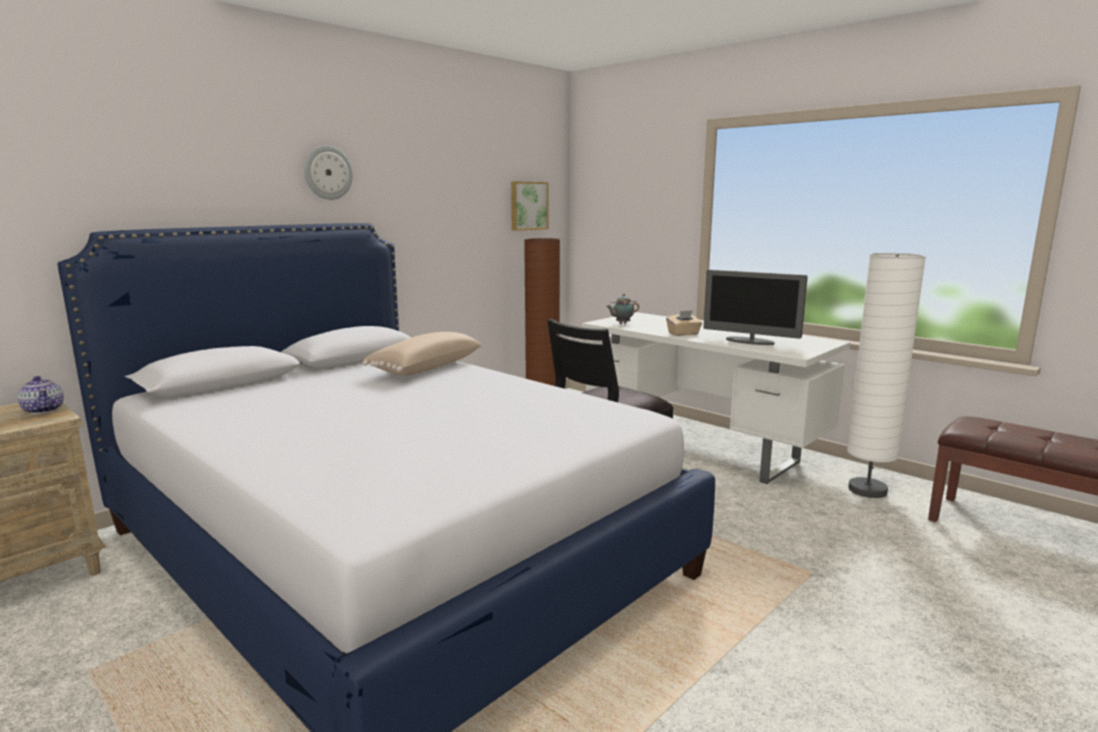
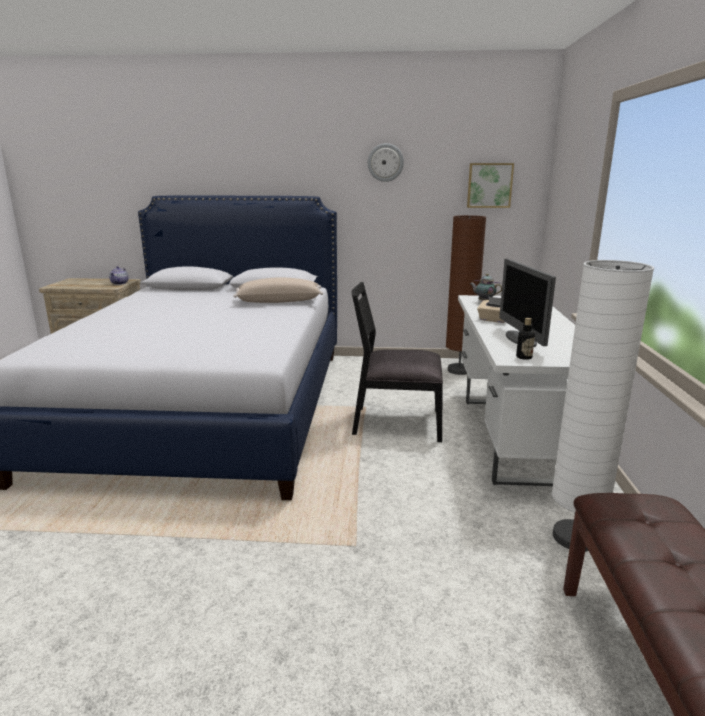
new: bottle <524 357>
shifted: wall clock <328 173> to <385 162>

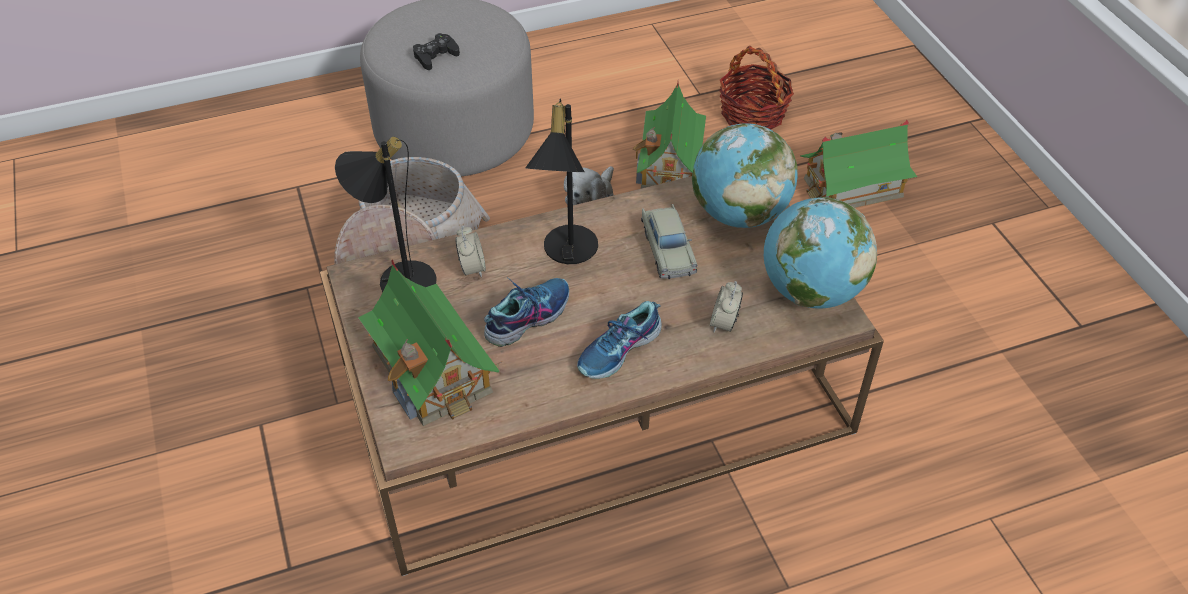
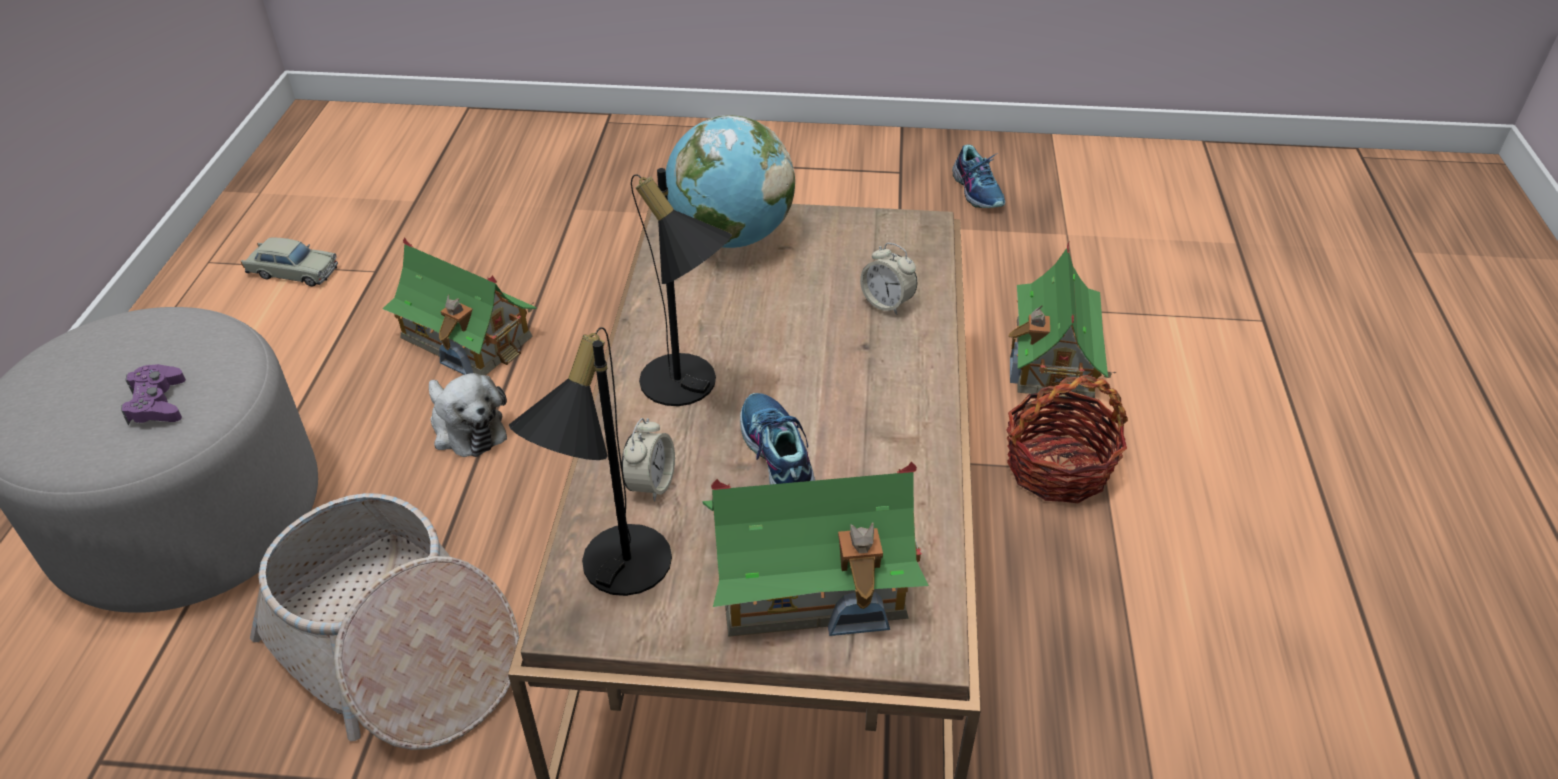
gone: globe <810 291>
shifted: shoe <620 351> to <978 190>; beige toy car <667 249> to <293 272>; basket <752 114> to <1057 468>; toy house <852 187> to <1054 358>
repainted: black game controller <435 56> to purple game controller <157 403>
rotated: alarm clock <472 268> = <651 484> 90 degrees clockwise

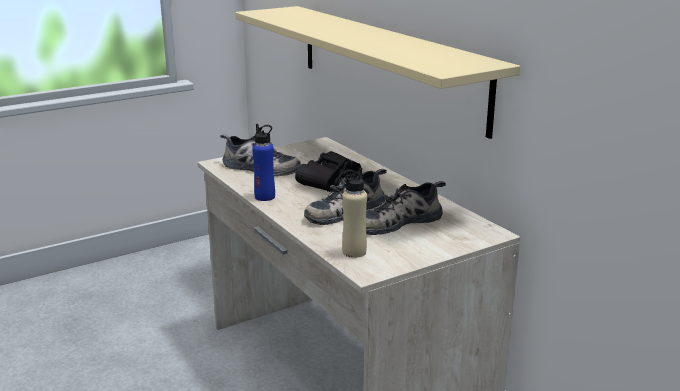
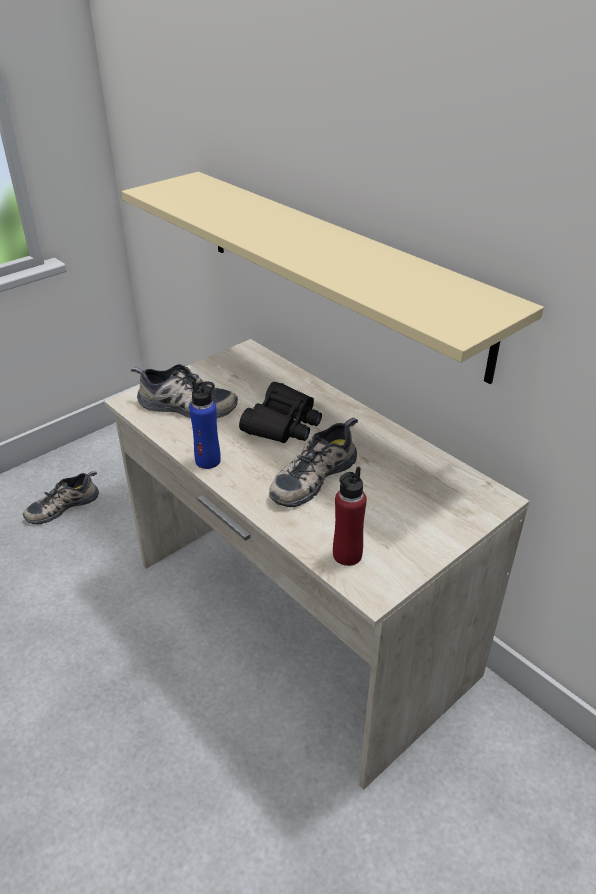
shifted: shoe <398 221> to <63 505>
repainted: beige bottle <354 252> to red bottle <347 555>

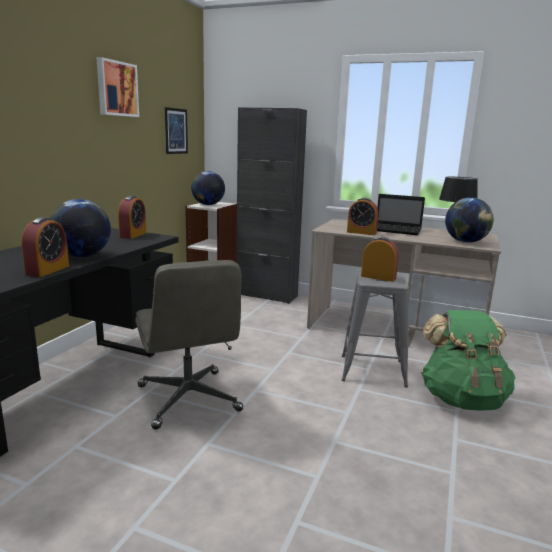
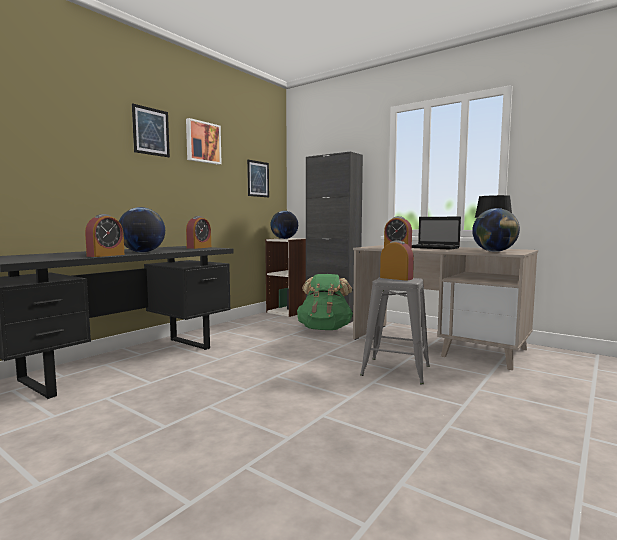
gone: grey office chair <189 399>
new: picture <151 131>
shifted: green backpack <462 399> to <325 329>

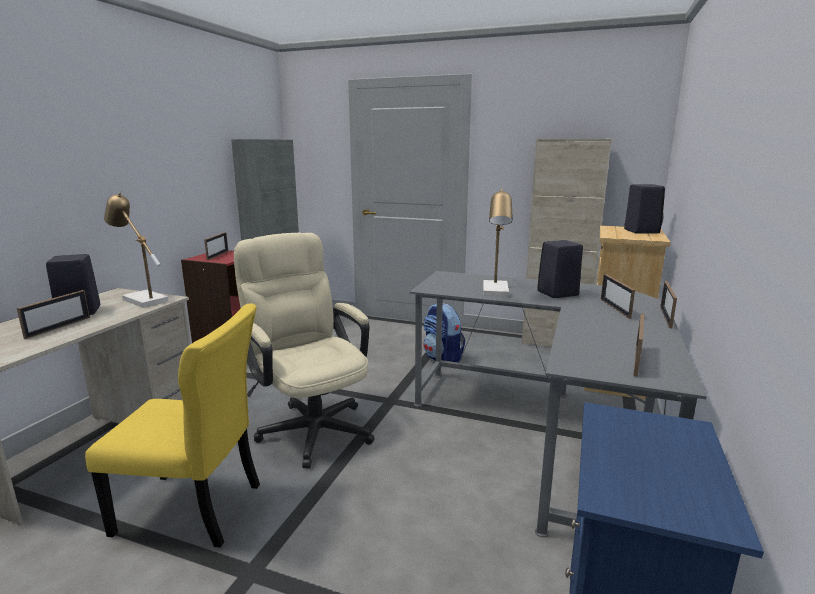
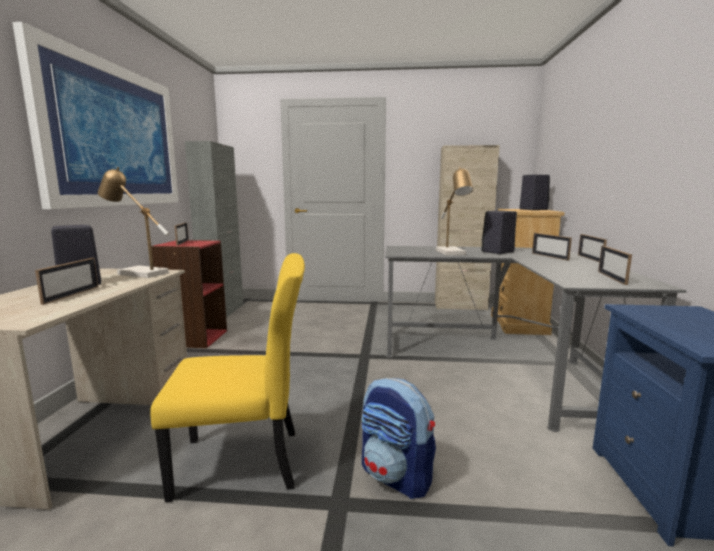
gone: beige office chair <311 425>
new: picture <114 136>
shifted: backpack <443 359> to <396 476>

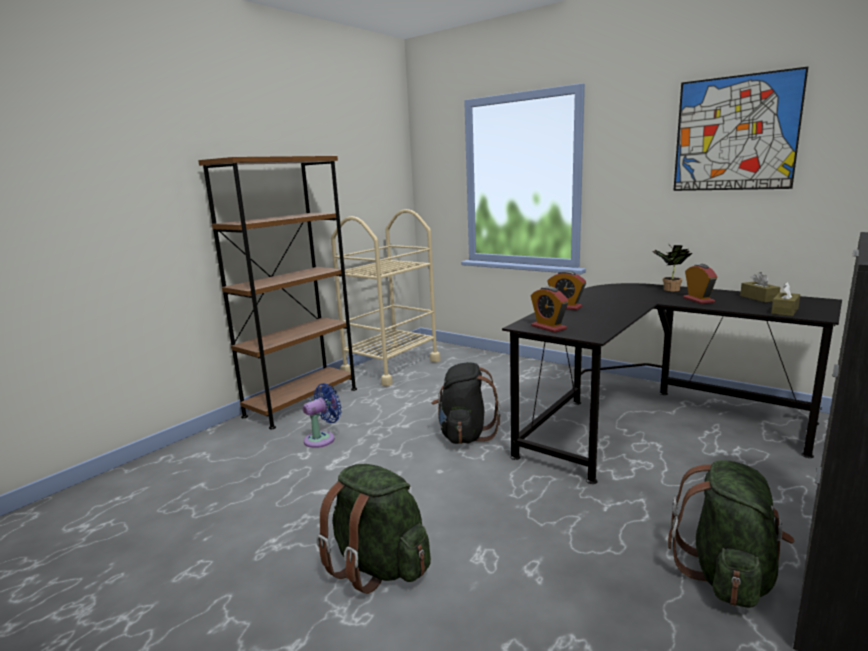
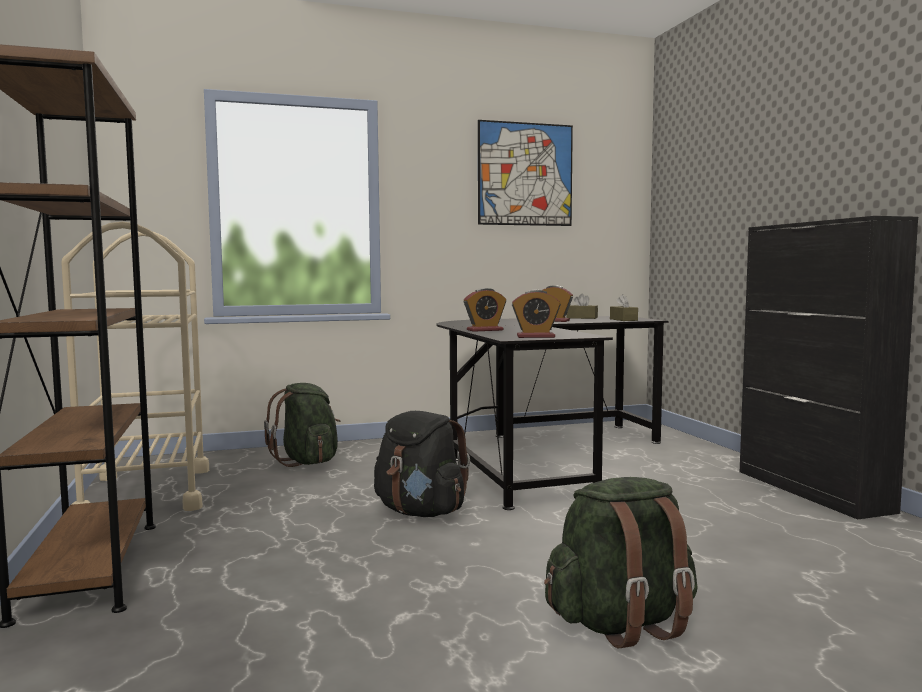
gone: blue fan <322 439>; potted plant <669 289>
shifted: green backpack <727 575> to <307 462>

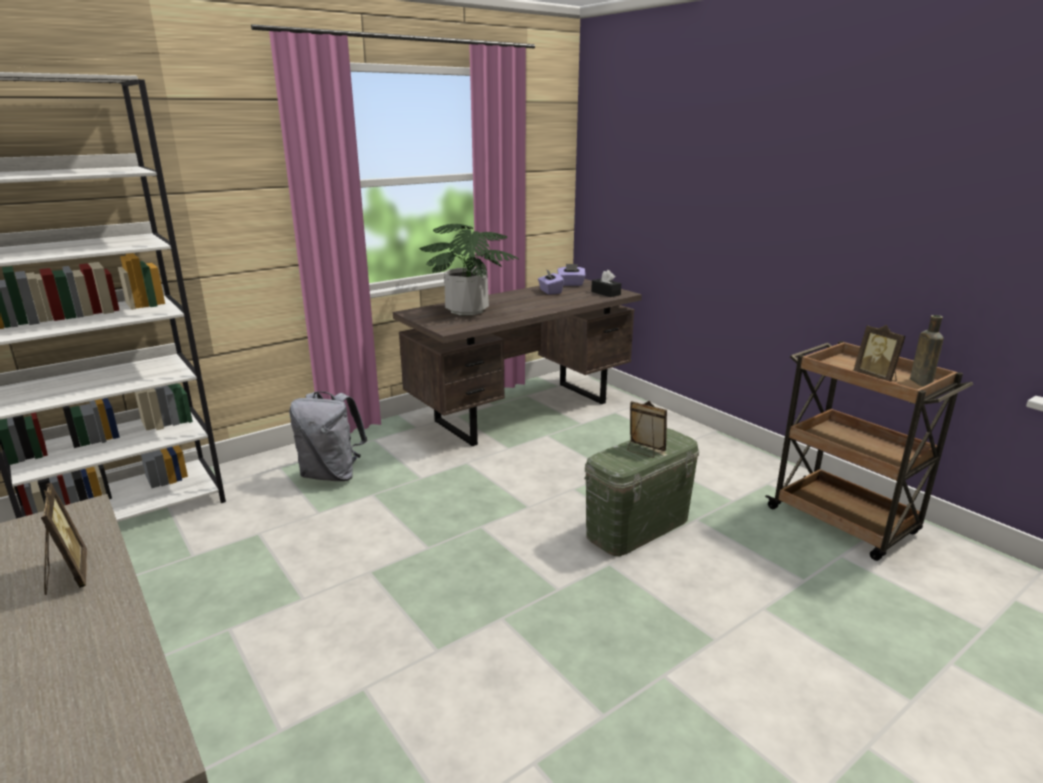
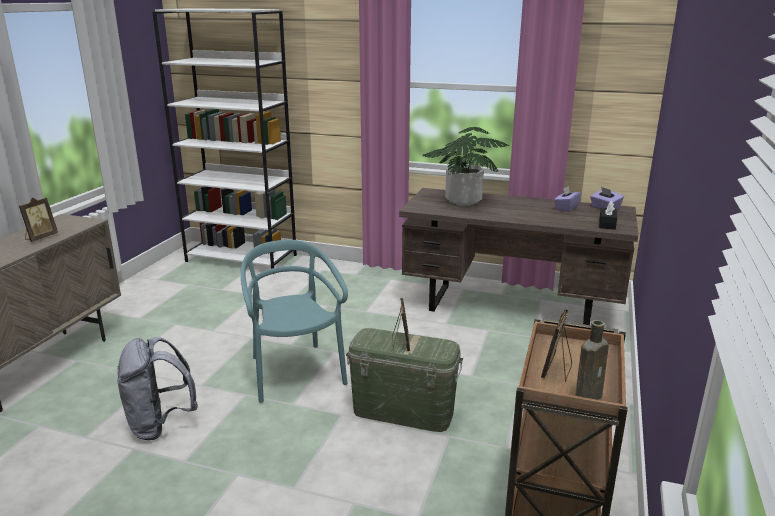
new: turquoise chair <295 372>
shifted: grey backpack <332 475> to <160 425>

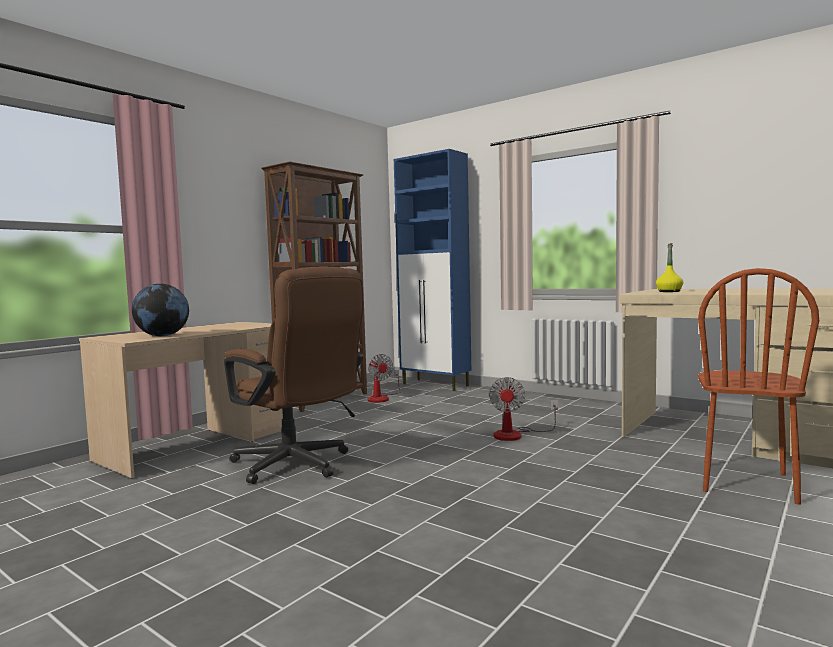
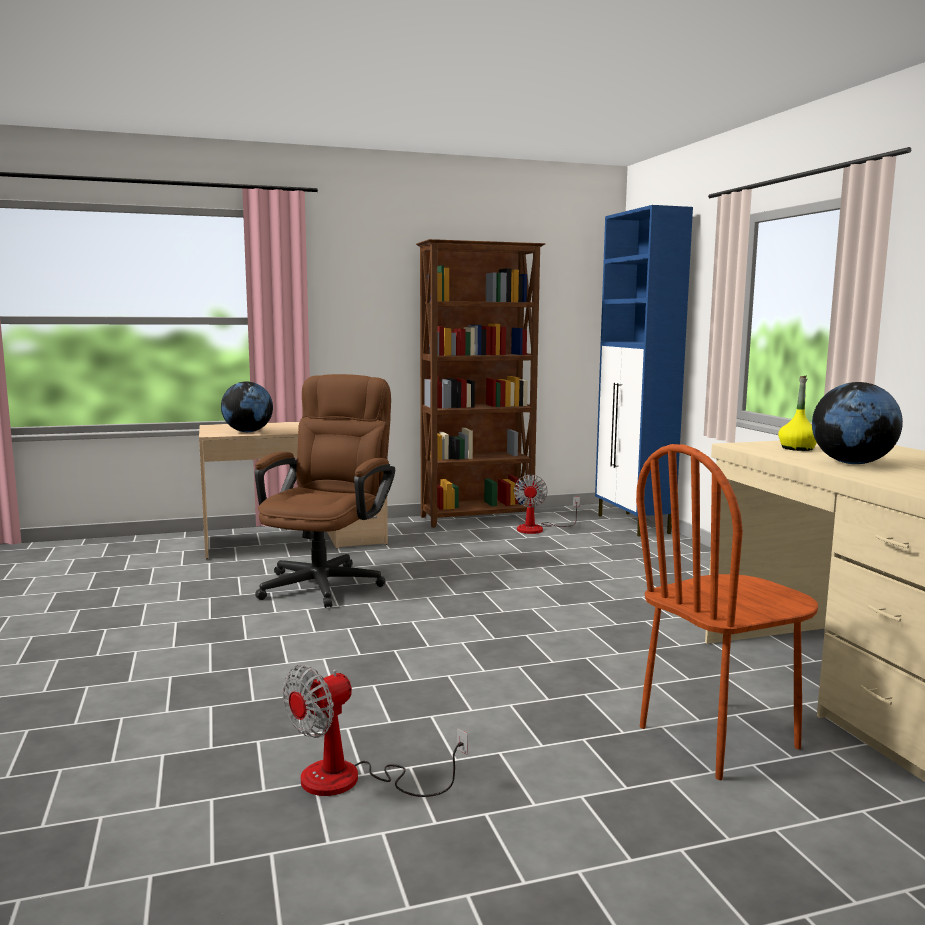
new: globe <852 463>
shifted: fan <516 434> to <351 781>
rotated: brown office chair <297 466> = <327 581> 150 degrees counterclockwise

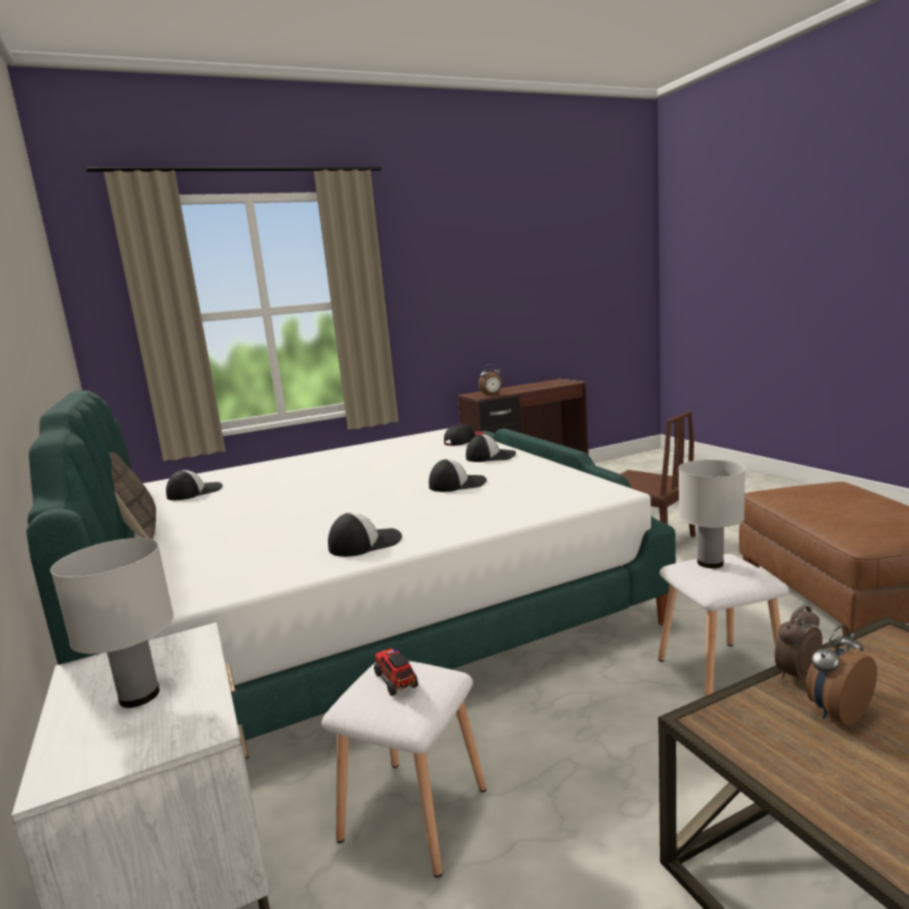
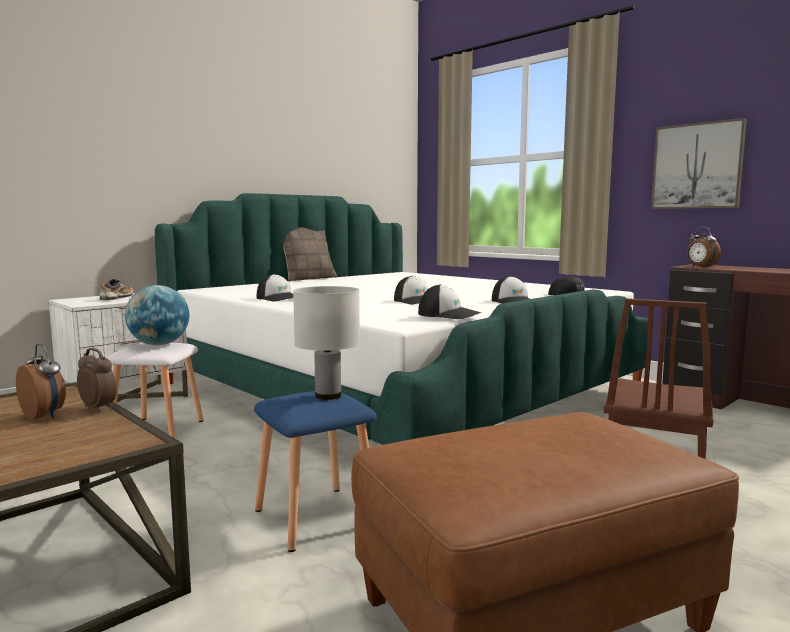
new: picture <697 166>
shifted: cap <195 492> to <449 314>
swapped: white table lamp <139 696> to shoe <116 298>; toy truck <395 680> to globe <159 344>
repainted: white stool <719 674> to blue stool <314 516>

